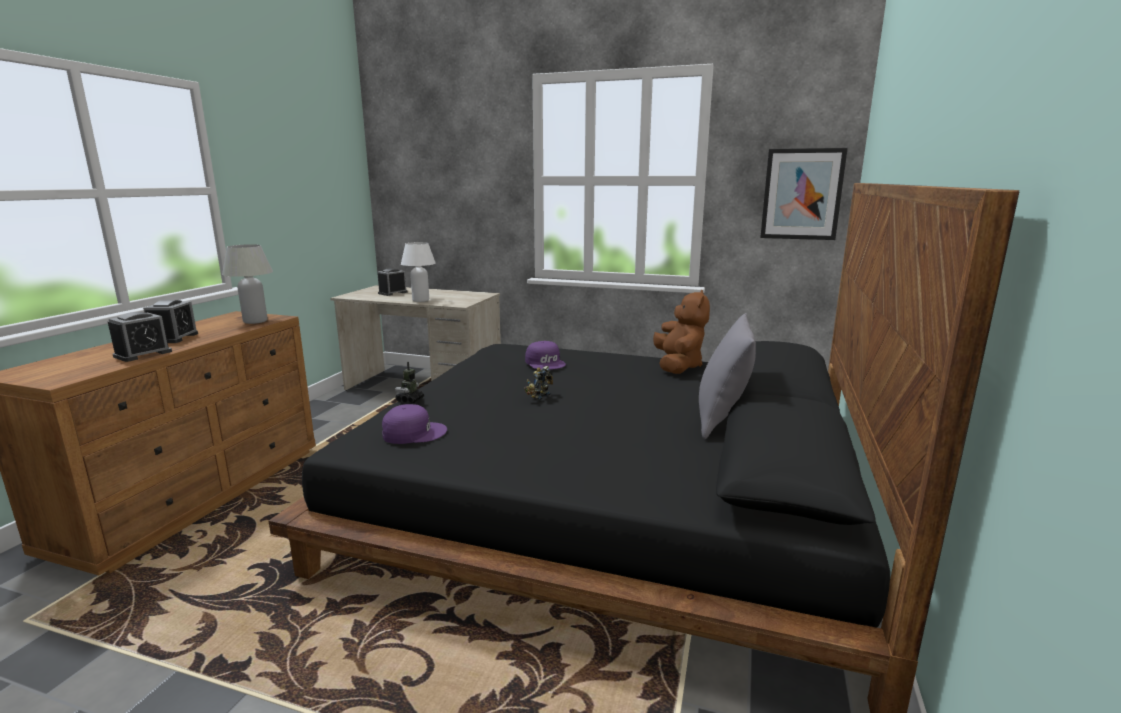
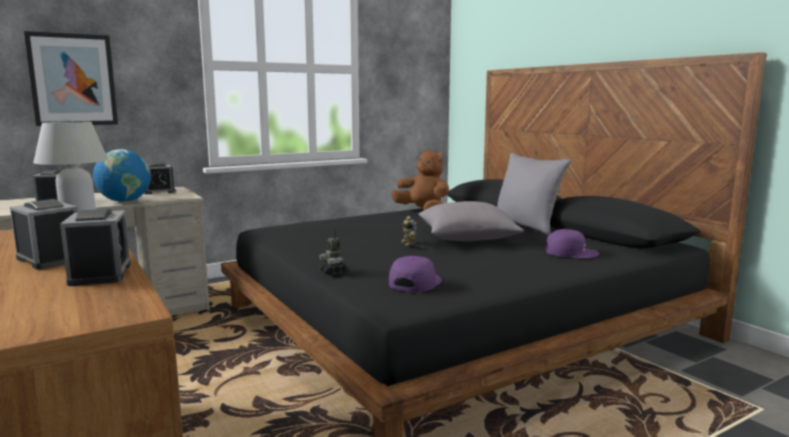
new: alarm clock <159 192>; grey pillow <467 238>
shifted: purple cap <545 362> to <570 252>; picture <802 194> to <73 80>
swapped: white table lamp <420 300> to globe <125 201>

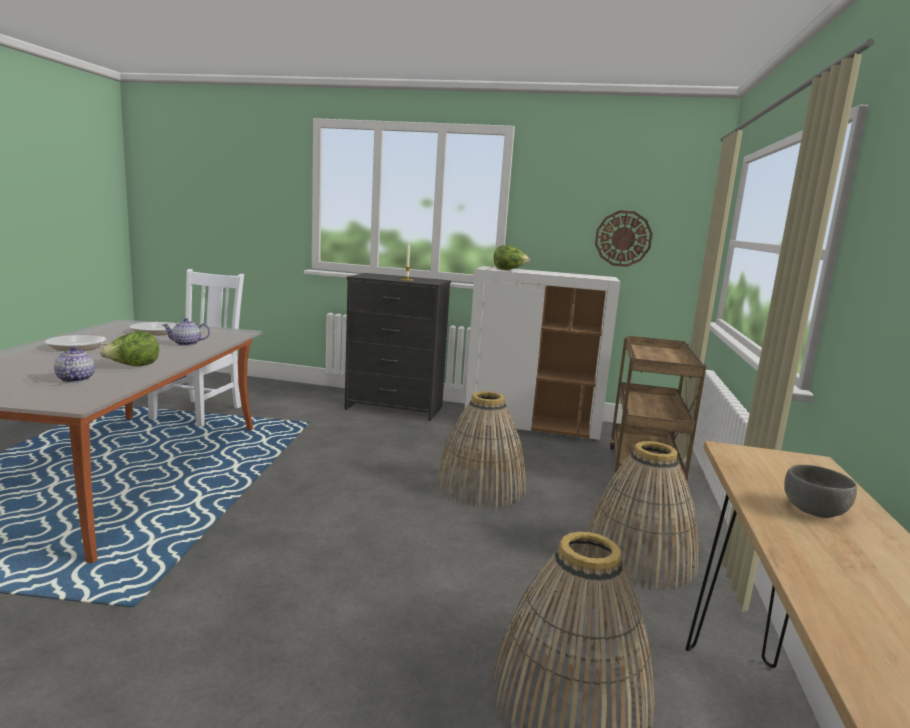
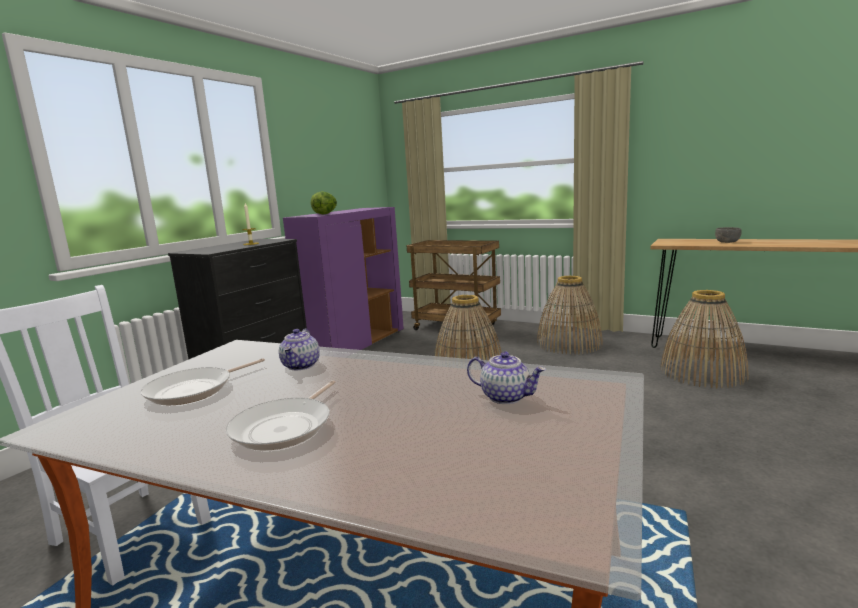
gone: lettuce <133 366>; wall clock <623 238>
repainted: white cabinet <532 426> to purple cabinet <355 345>
rotated: teapot <75 379> = <506 397> 150 degrees counterclockwise

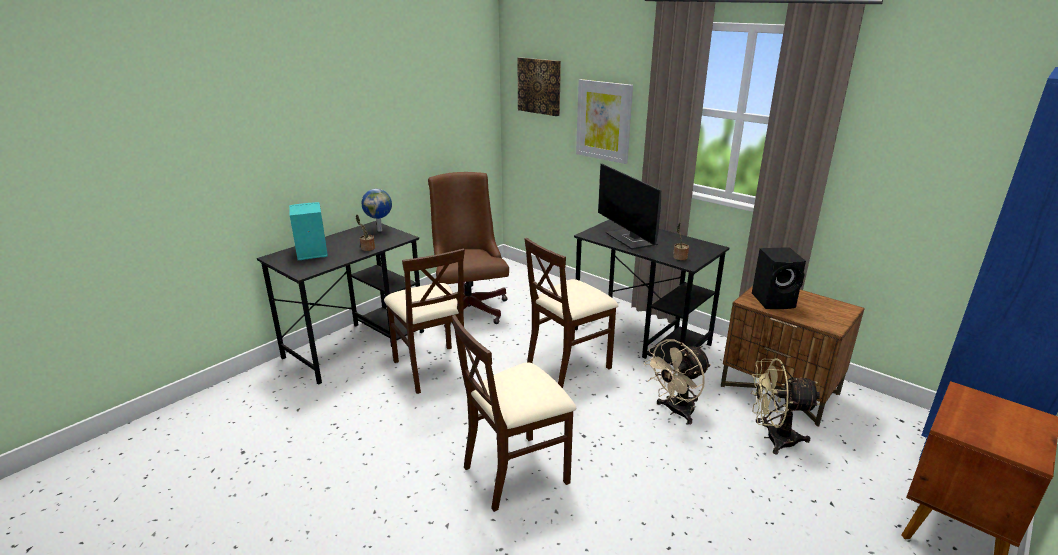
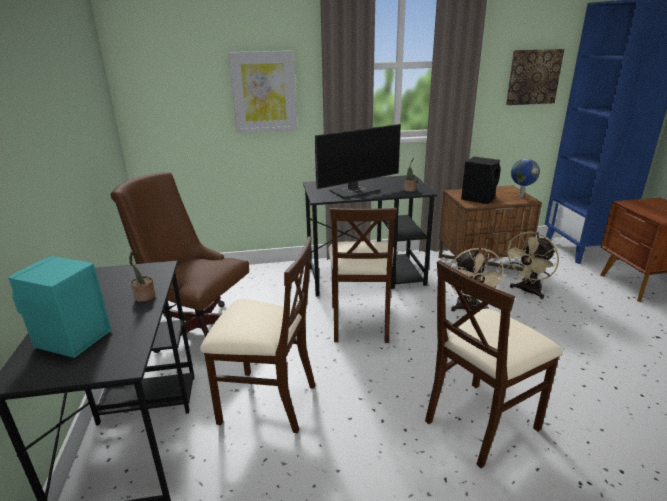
shifted: globe <380 230> to <520 196>; picture <539 86> to <533 77>
rotated: beige chair <516 472> = <481 422> 45 degrees clockwise; monitor <632 240> = <355 191> 45 degrees counterclockwise

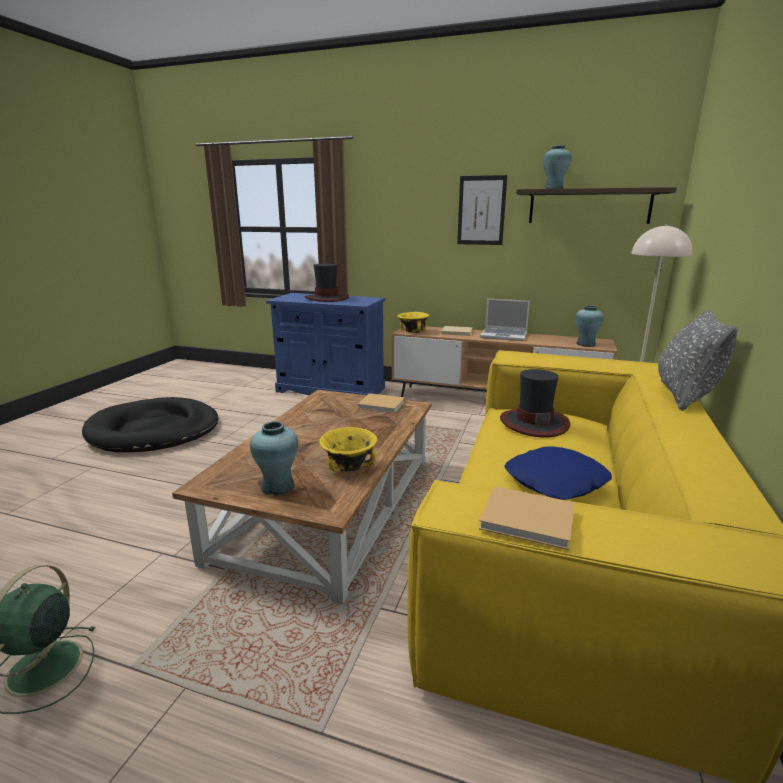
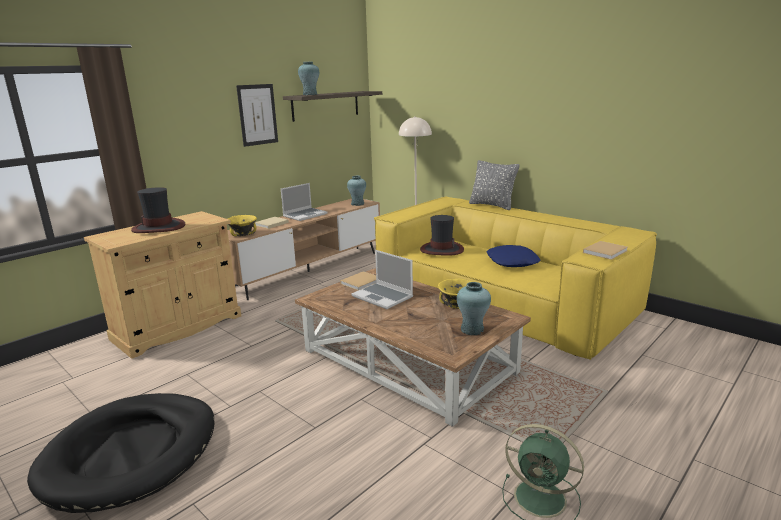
new: laptop <383 297>
repainted: blue cabinet <330 390> to beige cabinet <178 327>

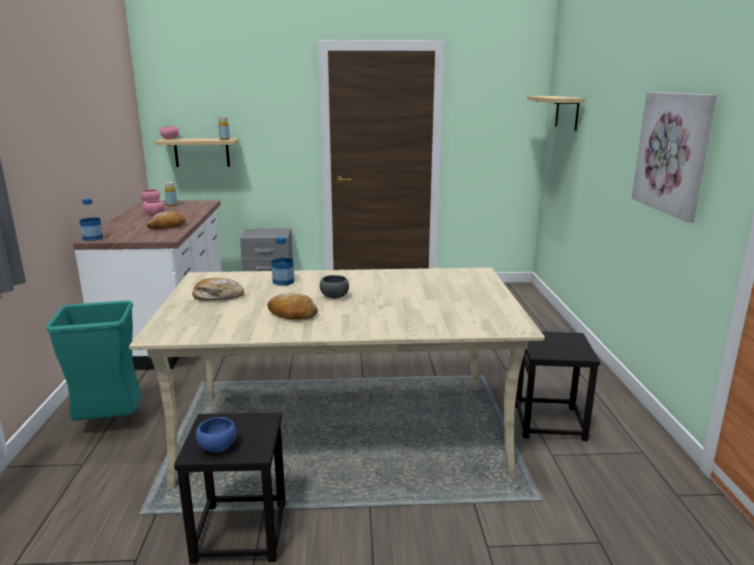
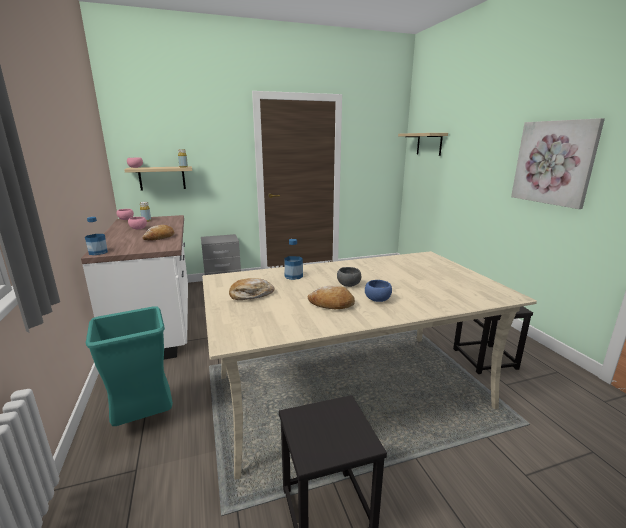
shifted: blue bowl <217 448> to <378 300>

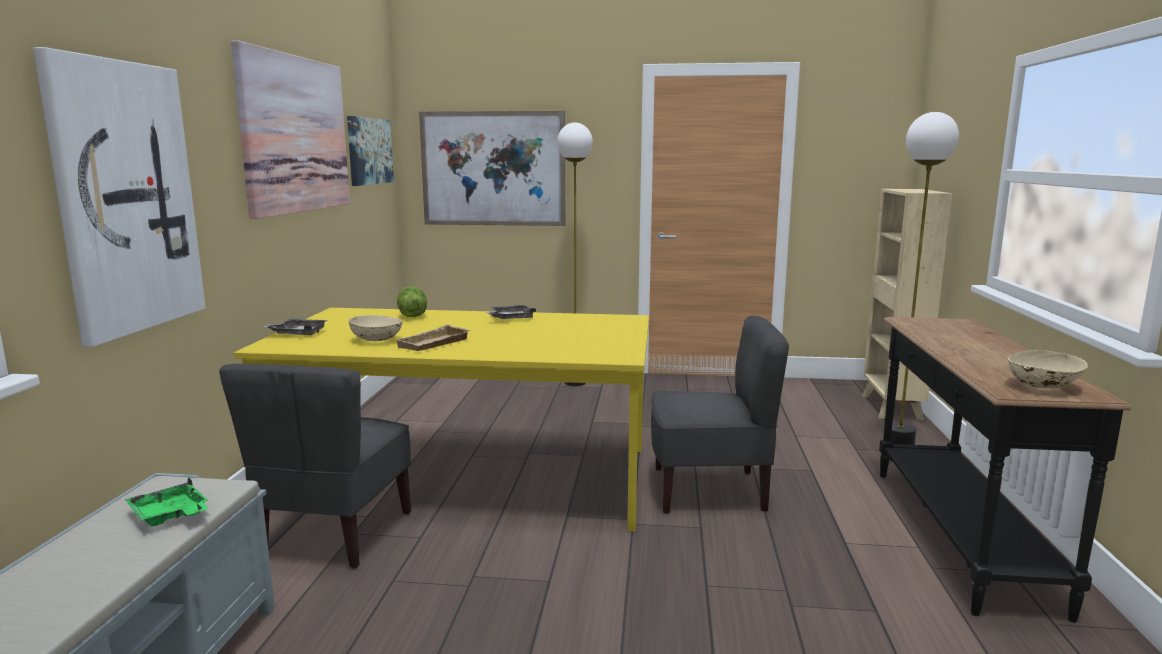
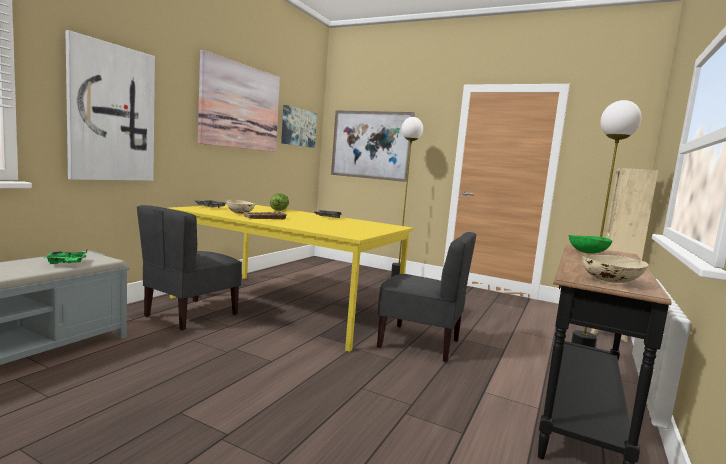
new: green bowl <587 252>

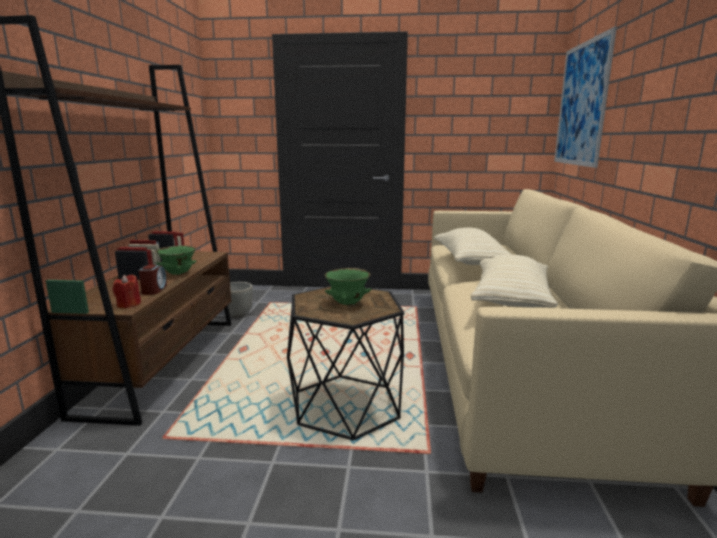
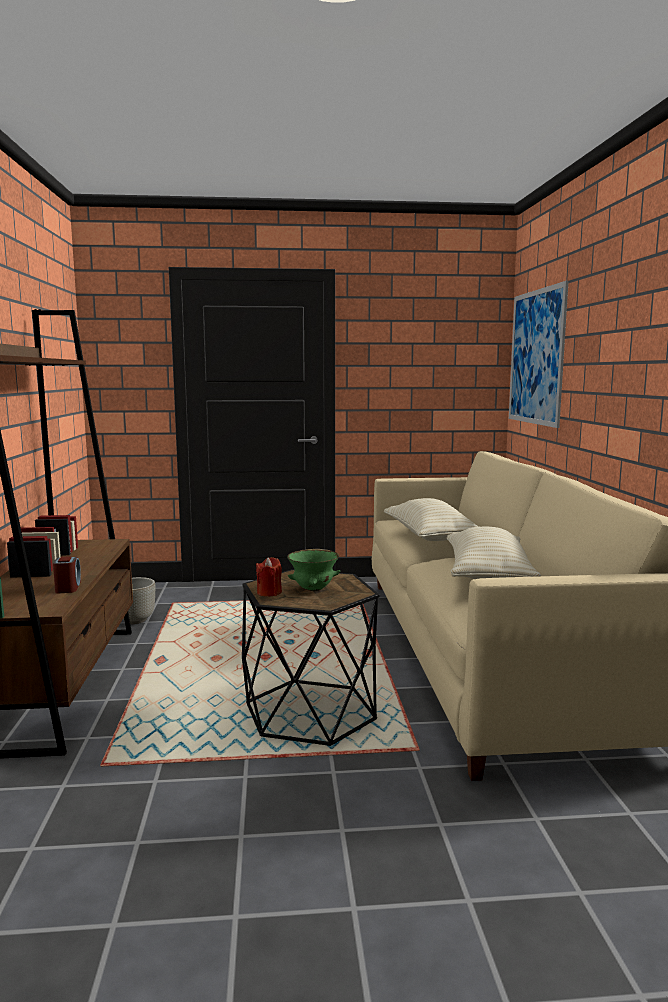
gone: green bowl <178 274>
shifted: red candle <128 305> to <269 592>

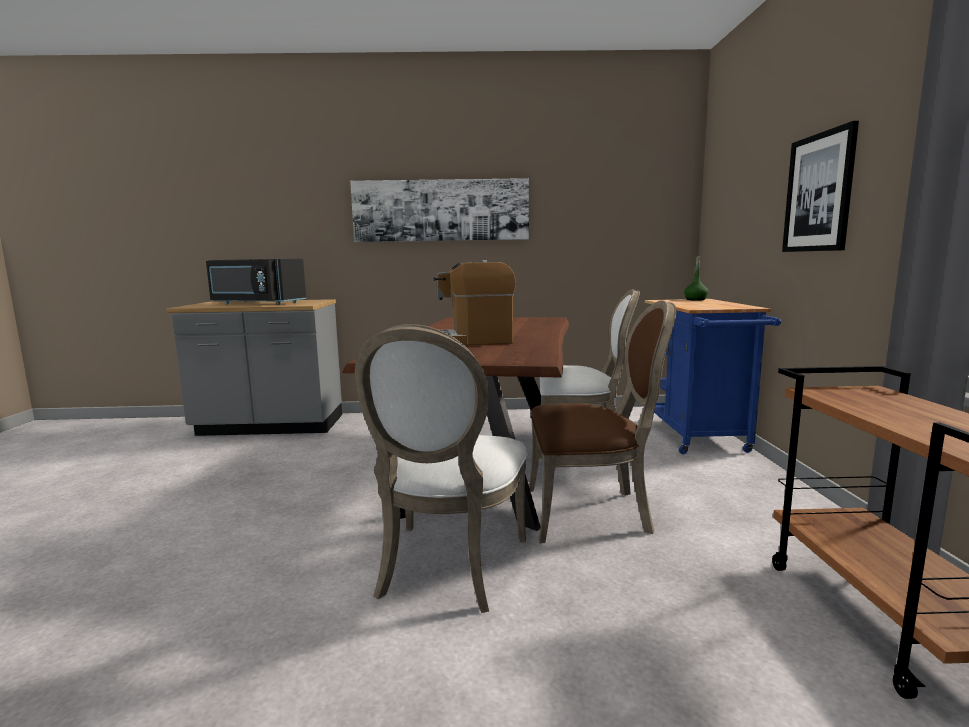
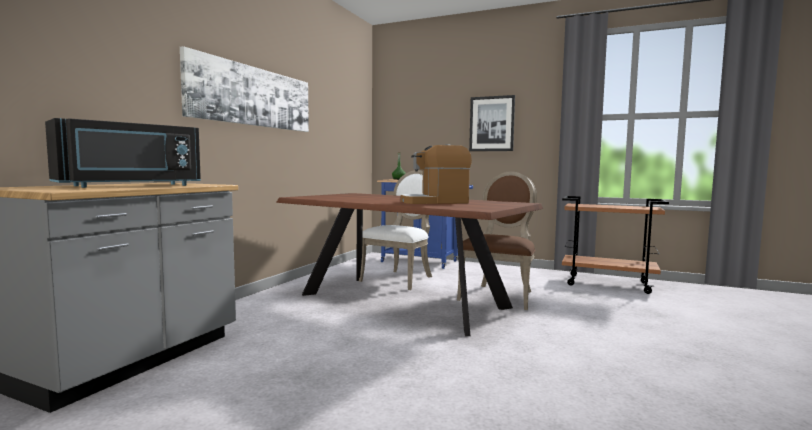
gone: white chair <447 569>
rotated: coffee machine <469 341> = <435 202> 60 degrees clockwise

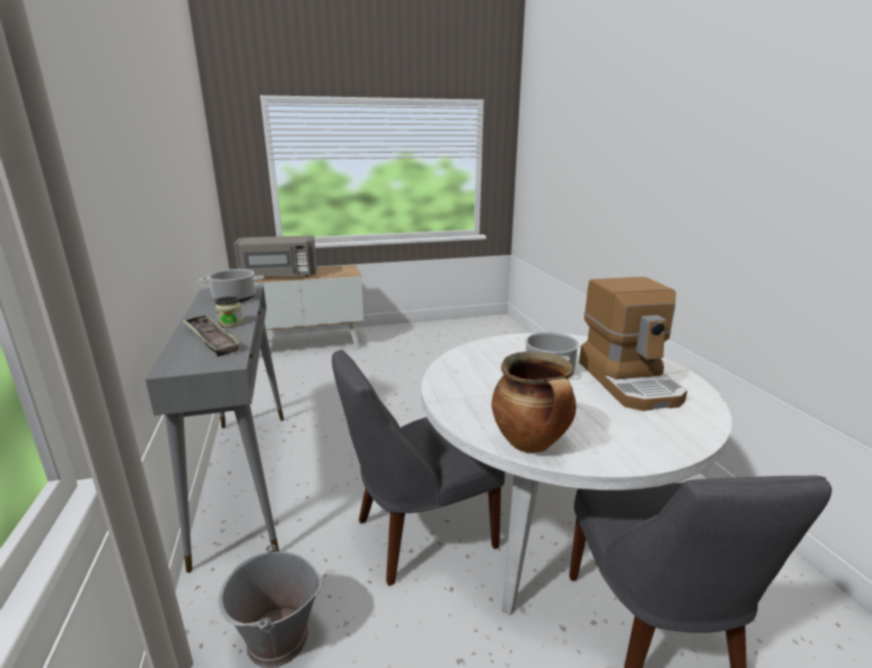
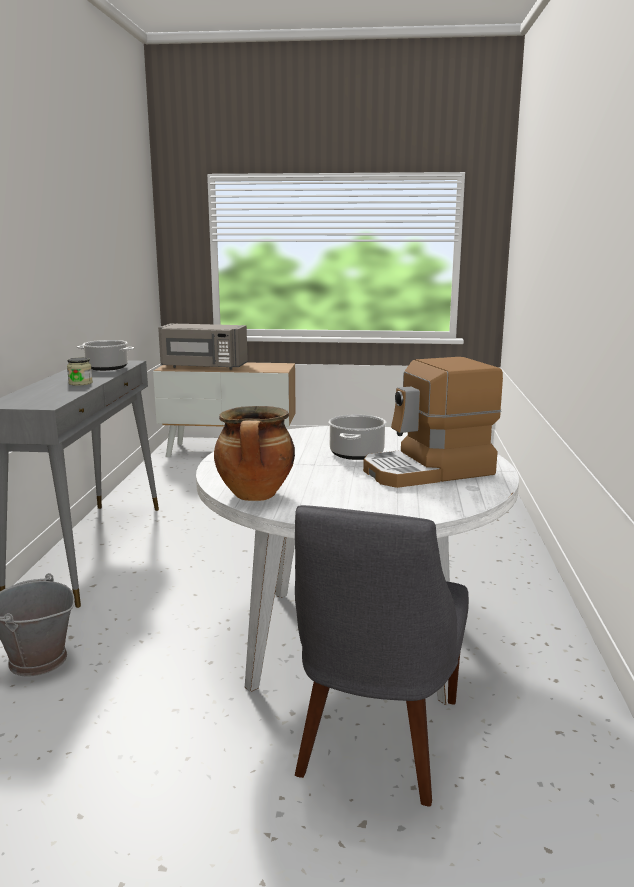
gone: tray <211 339>; grey chair <419 534>
rotated: coffee machine <630 381> = <428 471> 60 degrees clockwise

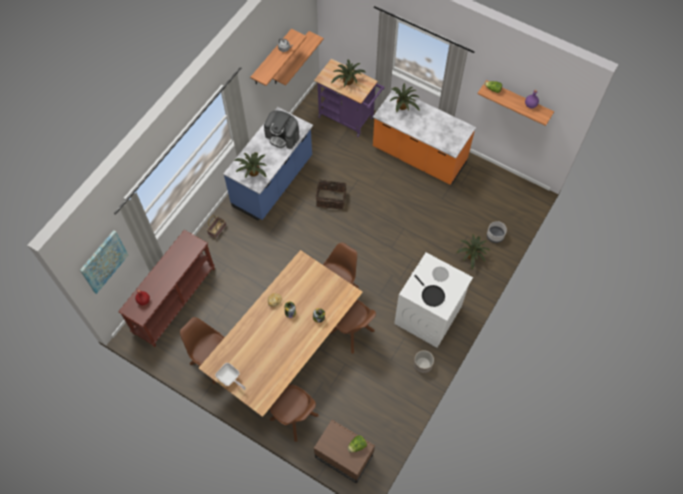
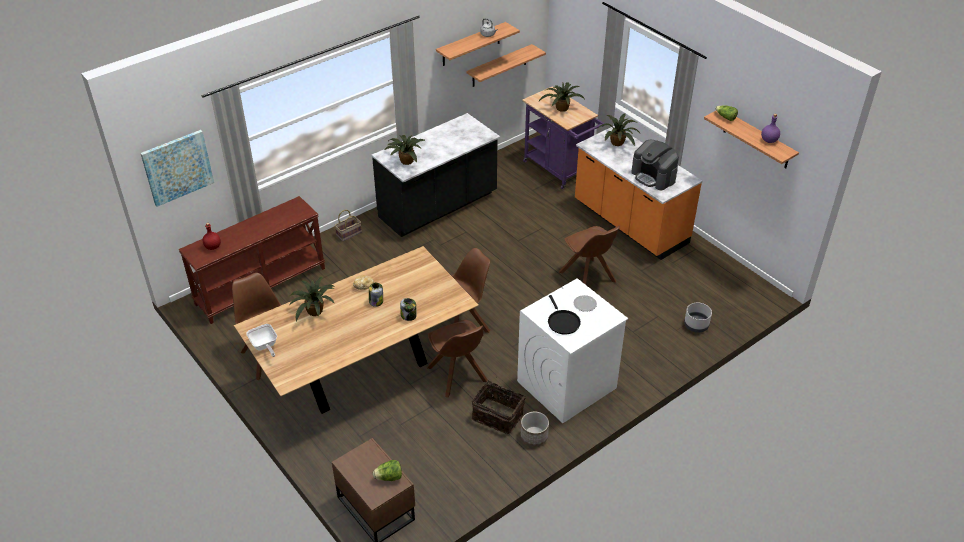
shifted: coffee machine <282 136> to <654 176>; brown chair <295 418> to <588 278>; basket <331 198> to <498 415>; potted plant <471 256> to <315 312>
repainted: blue counter <273 182> to black counter <438 207>

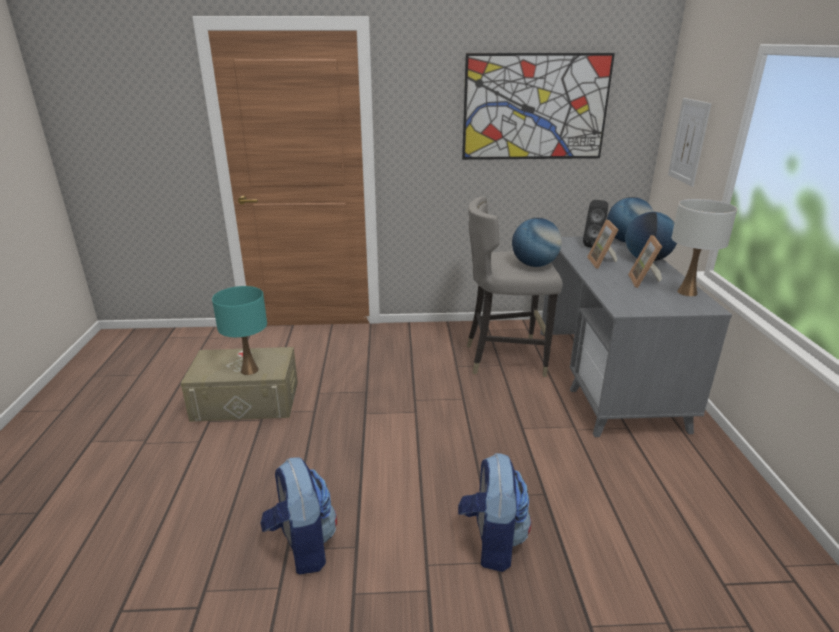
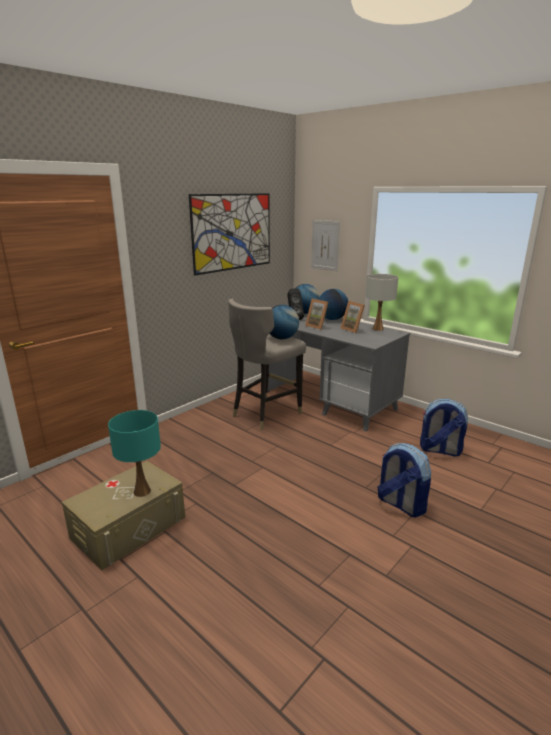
shifted: backpack <302 546> to <439 450>

